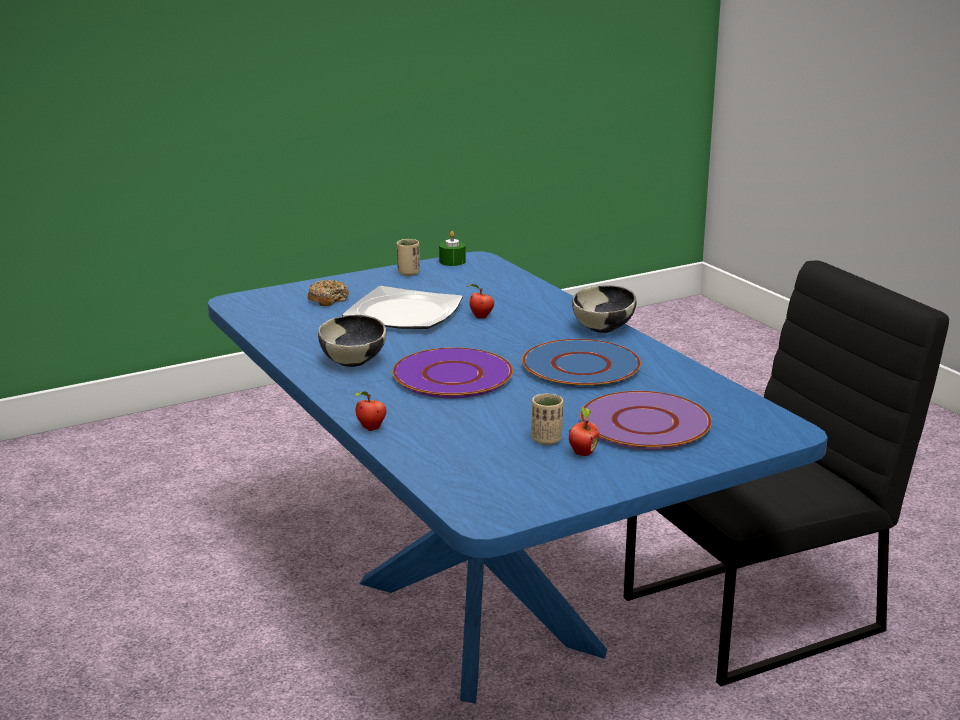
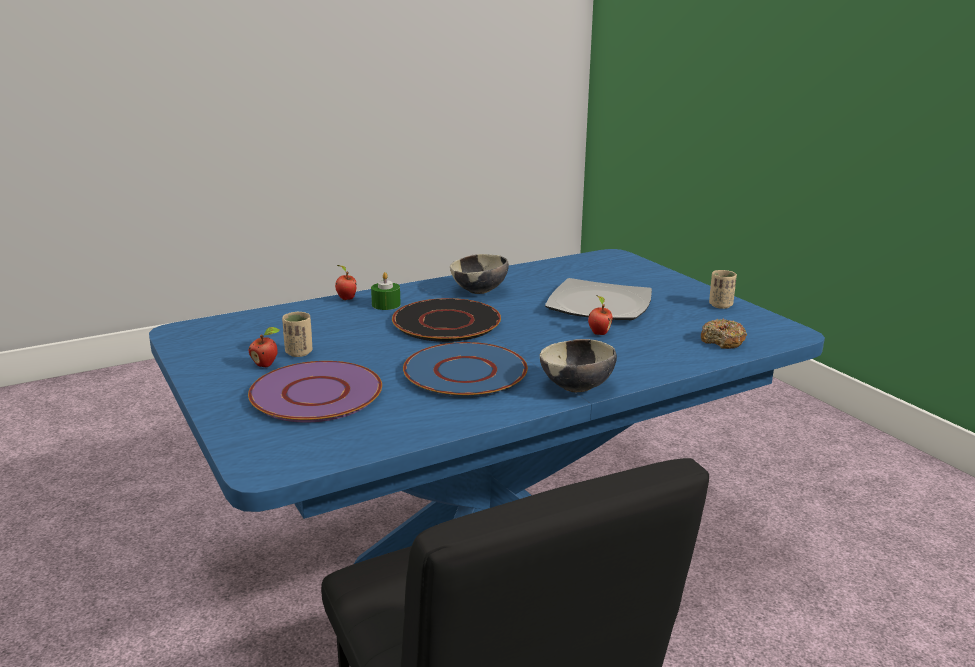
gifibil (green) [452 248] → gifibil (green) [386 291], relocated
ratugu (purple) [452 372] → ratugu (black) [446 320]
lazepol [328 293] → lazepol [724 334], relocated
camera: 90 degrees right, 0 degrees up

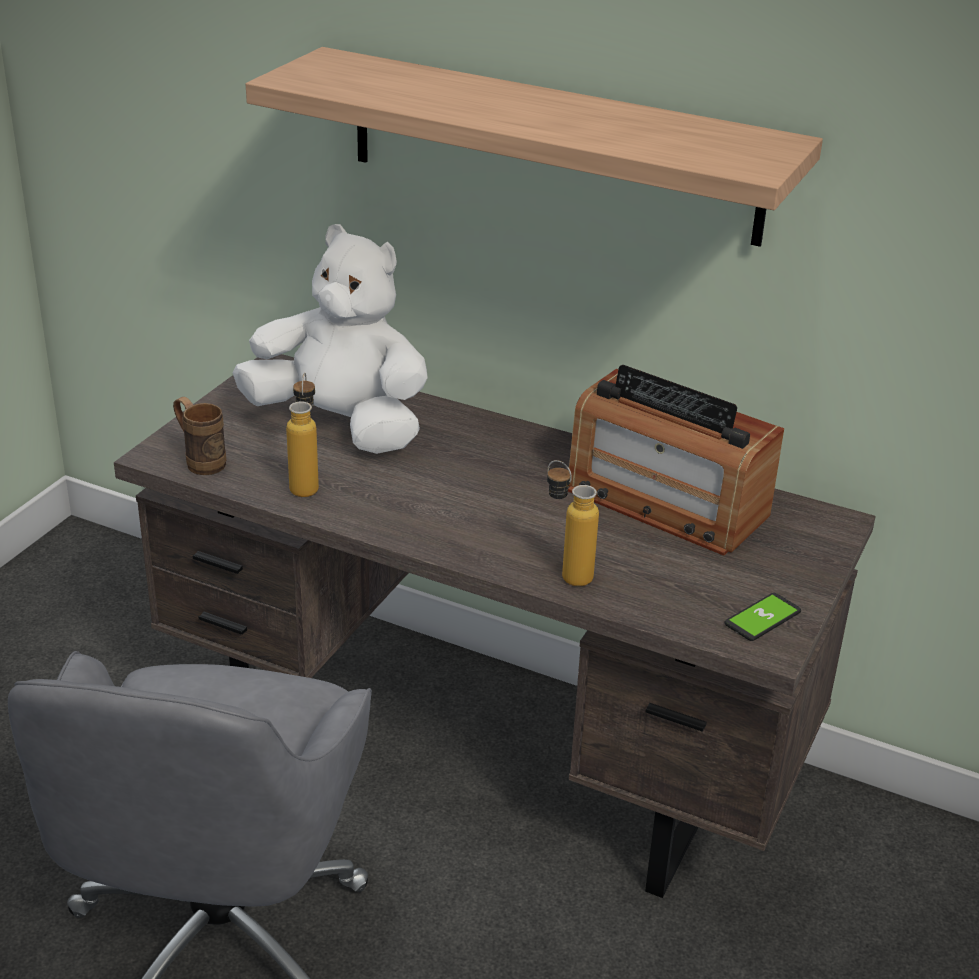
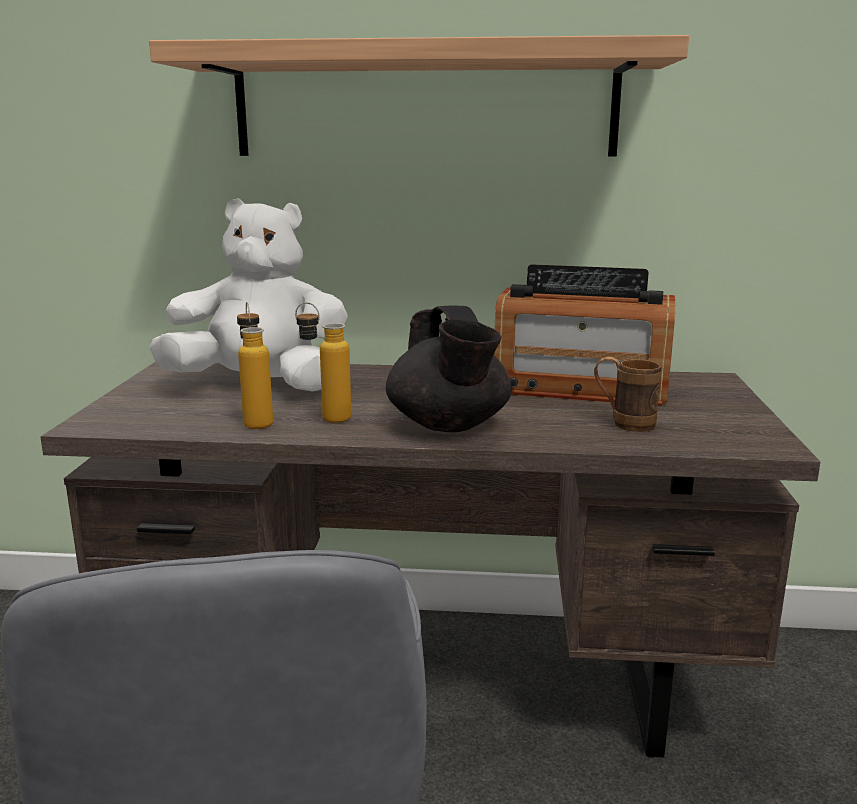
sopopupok [573 523] → sopopupok [323 362], relocated
- → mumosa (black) [449 368]
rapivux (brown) [199 436] → rapivux (brown) [627 394], relocated
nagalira [763 617] → -
camera: 20 degrees left, 15 degrees down

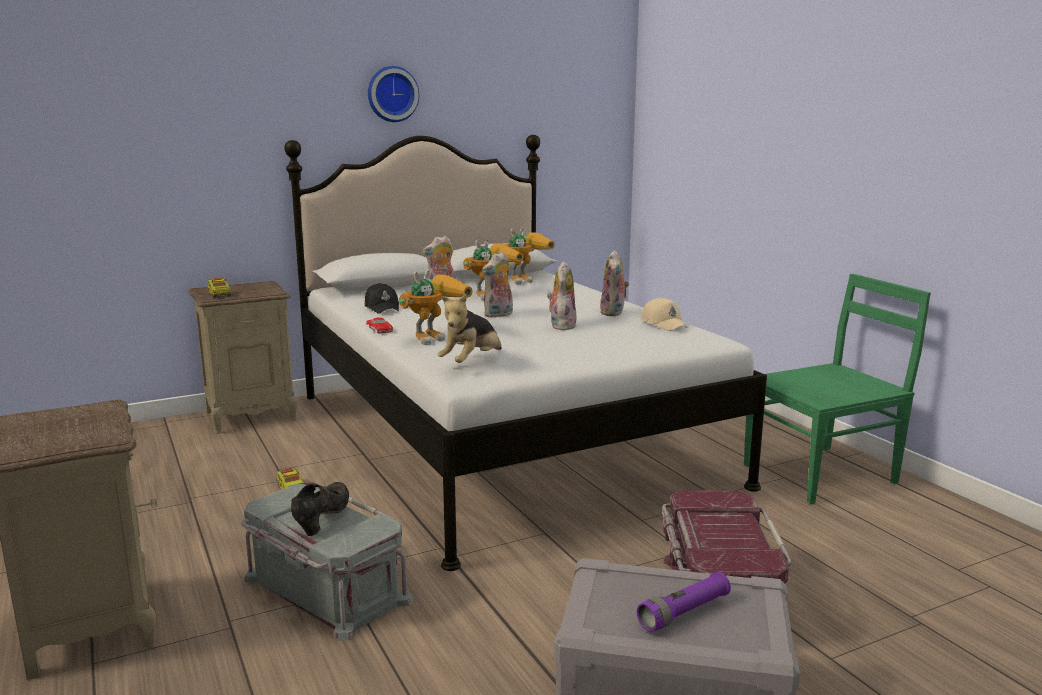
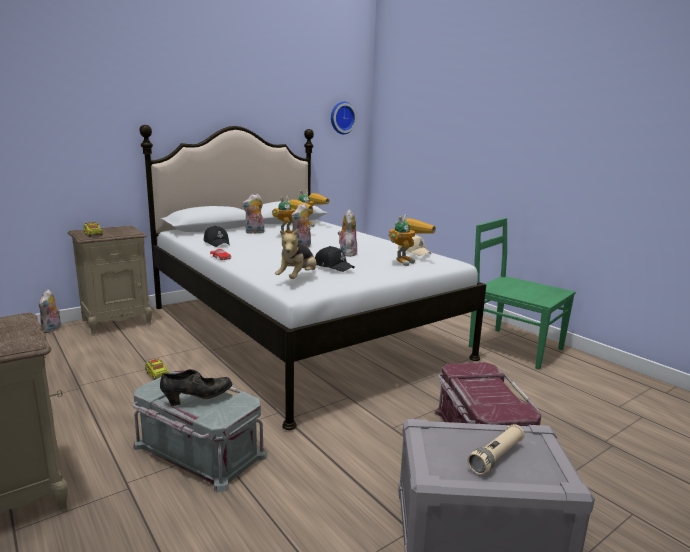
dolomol [614 283] → dolomol [50 311], relocated
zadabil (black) [320 509] → zadabil (black) [196 387], 60 degrees clockwise
- → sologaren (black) [335 259]
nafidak [393 94] → nafidak [344 118], relocated
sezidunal [436 307] → sezidunal [412 240], relocated
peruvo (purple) [684 602] → peruvo (beige) [496 449]
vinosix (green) [837 389] → vinosix (green) [522 294], 105 degrees counterclockwise
camera: 10 degrees left, 0 degrees up

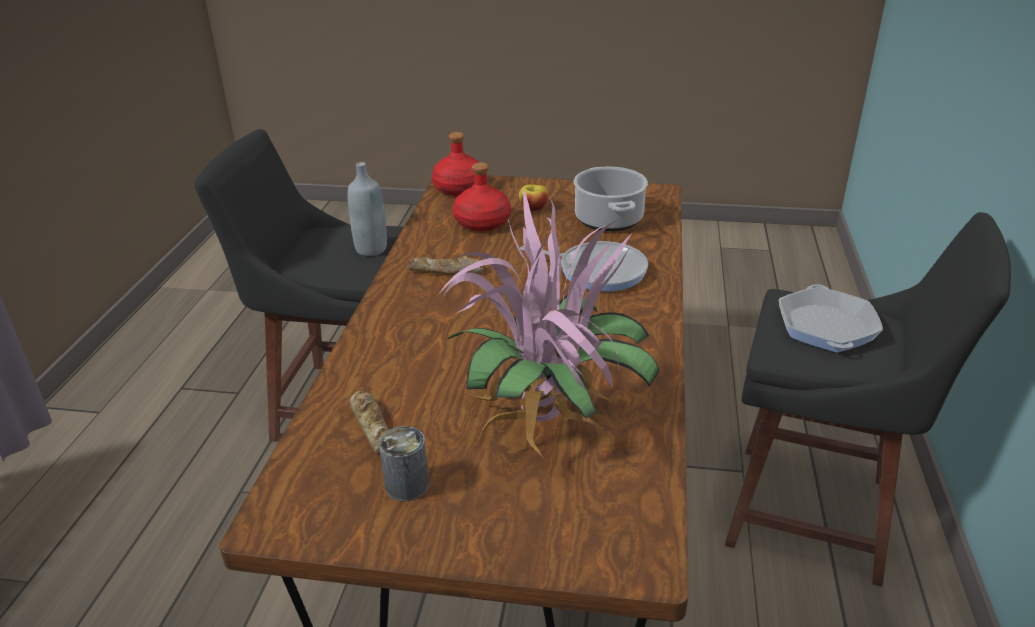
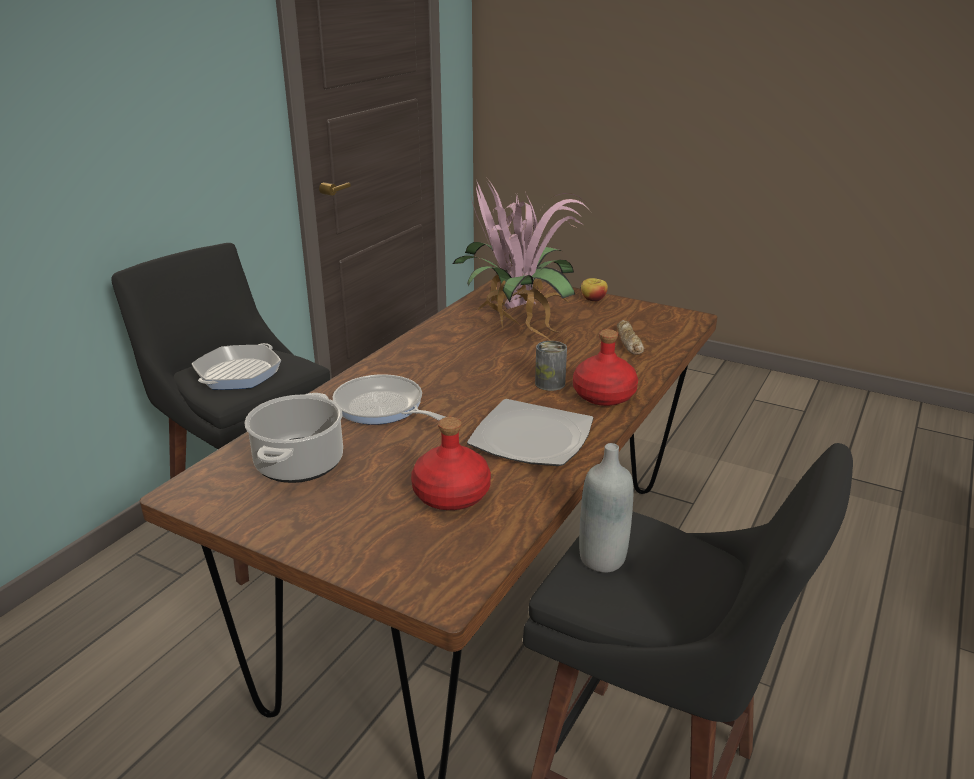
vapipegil [446 265] → ratugu [530 432]
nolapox [404 463] → nolapox [551 366], relocated
sopopupok (red) [455 164] → sopopupok (red) [605 367], relocated
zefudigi [533 197] → zefudigi [594 290], relocated
camera: 160 degrees left, 5 degrees down

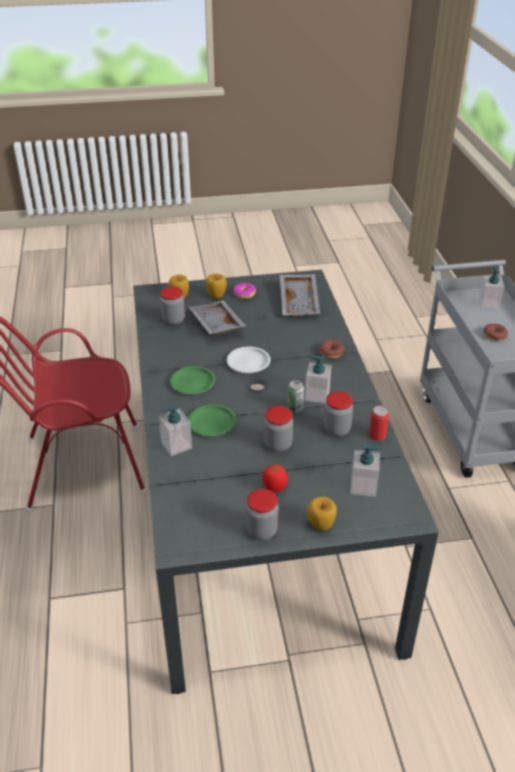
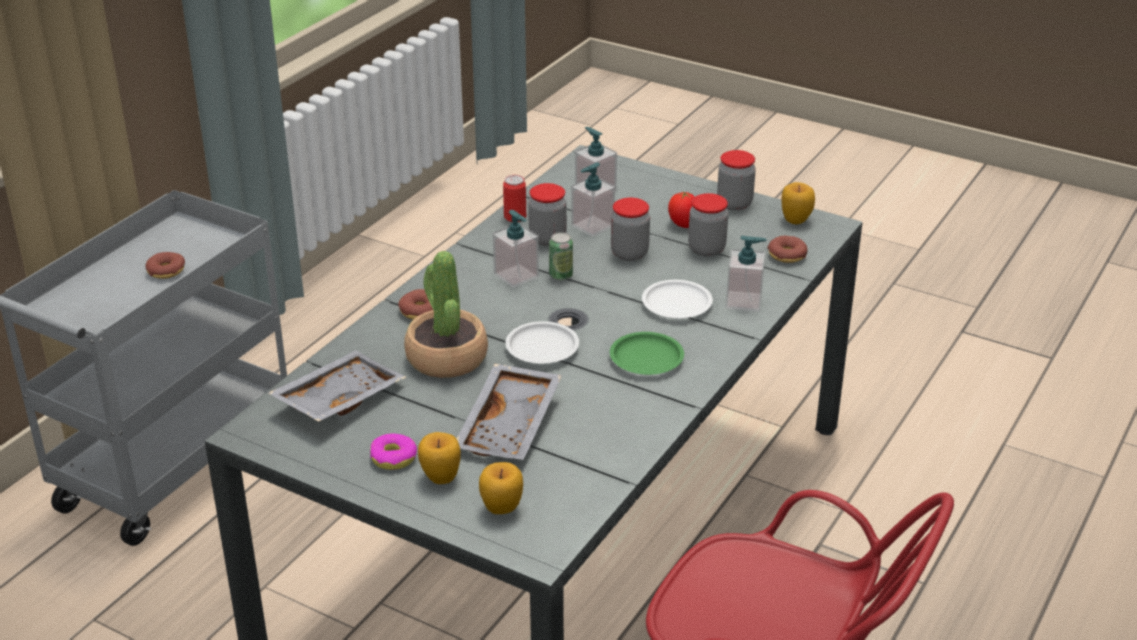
- → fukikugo [446 314]
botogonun [492 287] → botogonun [593 199], relocated
ratugu (green) [212 420] → ratugu (white) [677 299]
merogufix [172 306] → merogufix [708 225], relocated
- → lazepol [787 249]
zefudigi [322 514] → zefudigi [798 203], relocated
camera: 140 degrees left, 5 degrees down

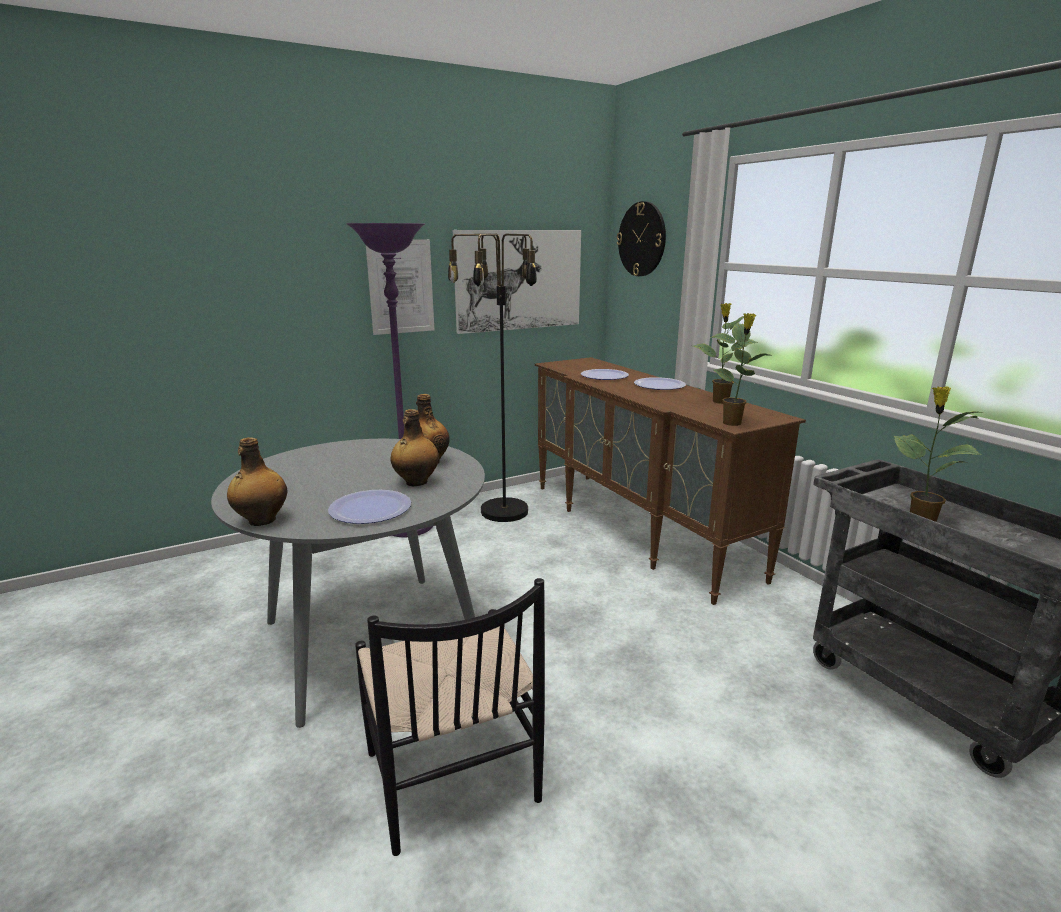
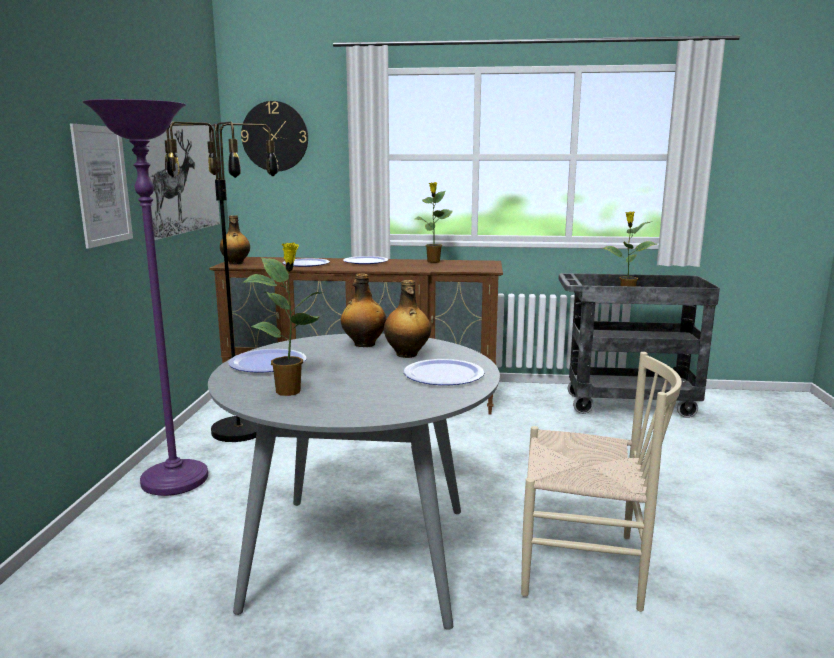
sopopupok [257 481] → sopopupok [235 240], relocated
- → ratugu [267 361]
fukikugo [740 369] → fukikugo [283 319], relocated
vinosix (black) [450 717] → vinosix (beige) [601 482]
camera: 55 degrees left, 5 degrees down

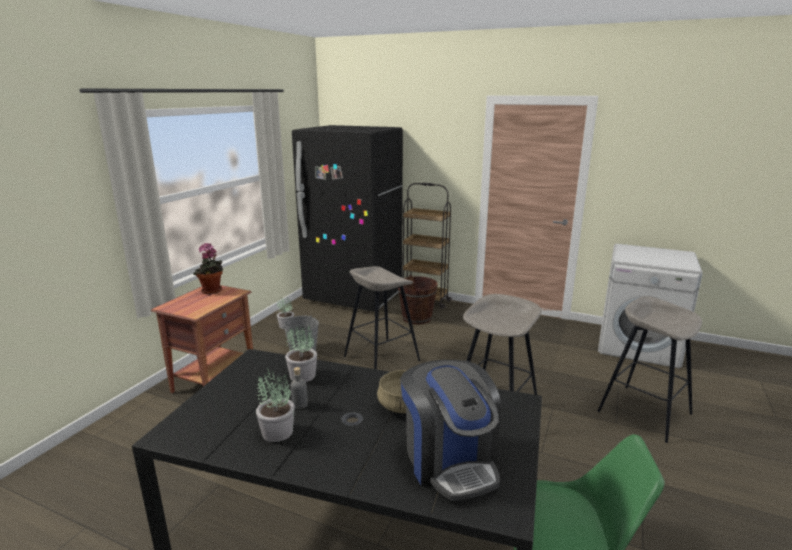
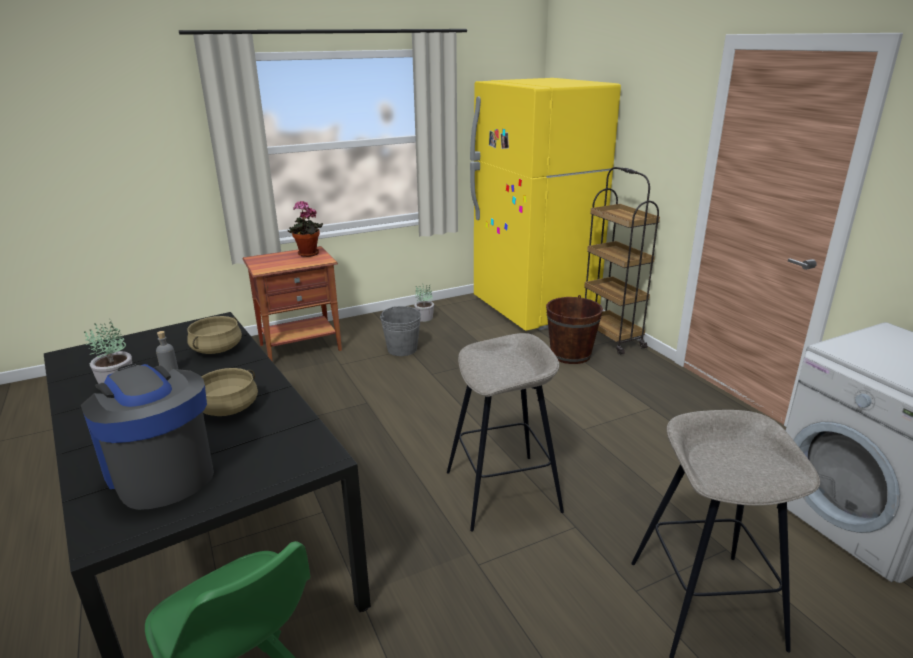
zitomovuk [450 430] → zitomovuk [147 437], 120 degrees clockwise
fukikugo [301 353] → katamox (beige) [214 335]
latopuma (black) [347 218] → latopuma (yellow) [545 204]
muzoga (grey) [382 317] → -
camera: 40 degrees right, 5 degrees up

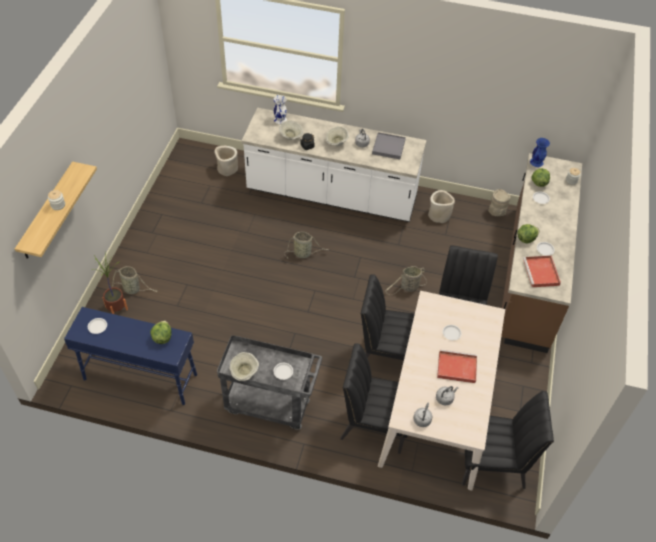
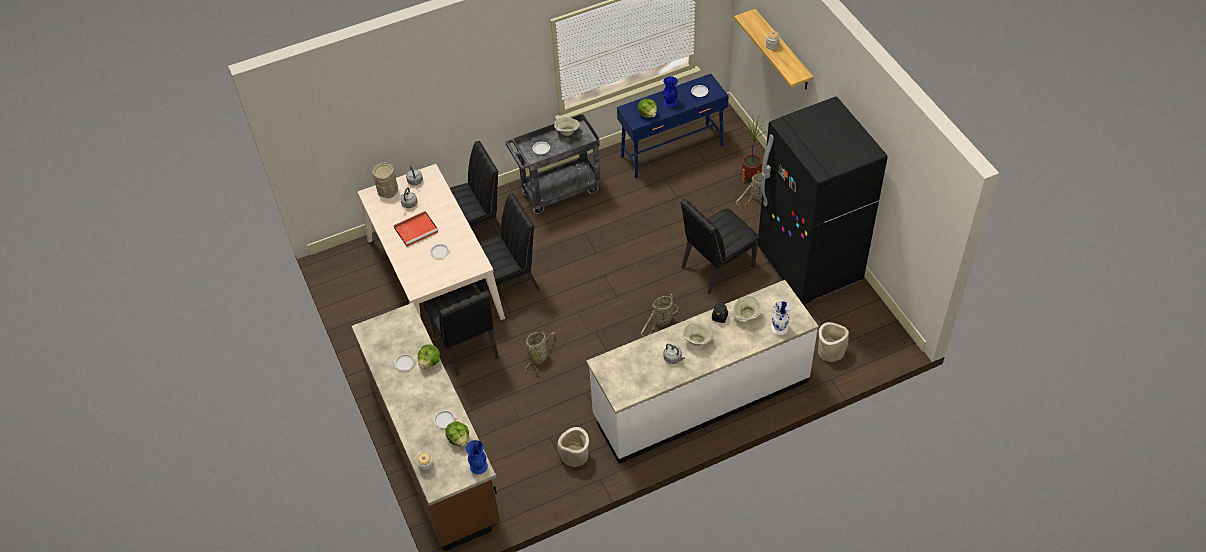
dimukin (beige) [500 202] → dimukin (beige) [385 180], relocated
- → dimukin (blue) [670 91]
vinosix (black) [508 440] → vinosix (black) [720 247], relocated
- → latopuma (black) [823 200]
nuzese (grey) [389 145] → -
nuzese (red) [542 271] → -
camera: 145 degrees right, 0 degrees up

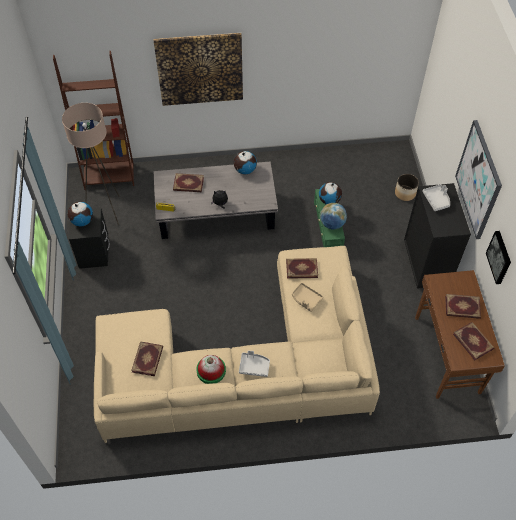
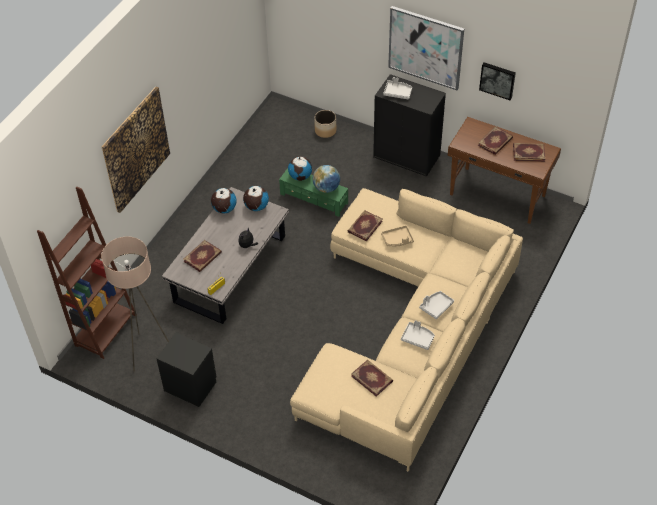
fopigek [80 214] → fopigek [256 198], relocated
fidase [211 369] → nuzese (grey) [418 335]
camera: 55 degrees left, 5 degrees down

